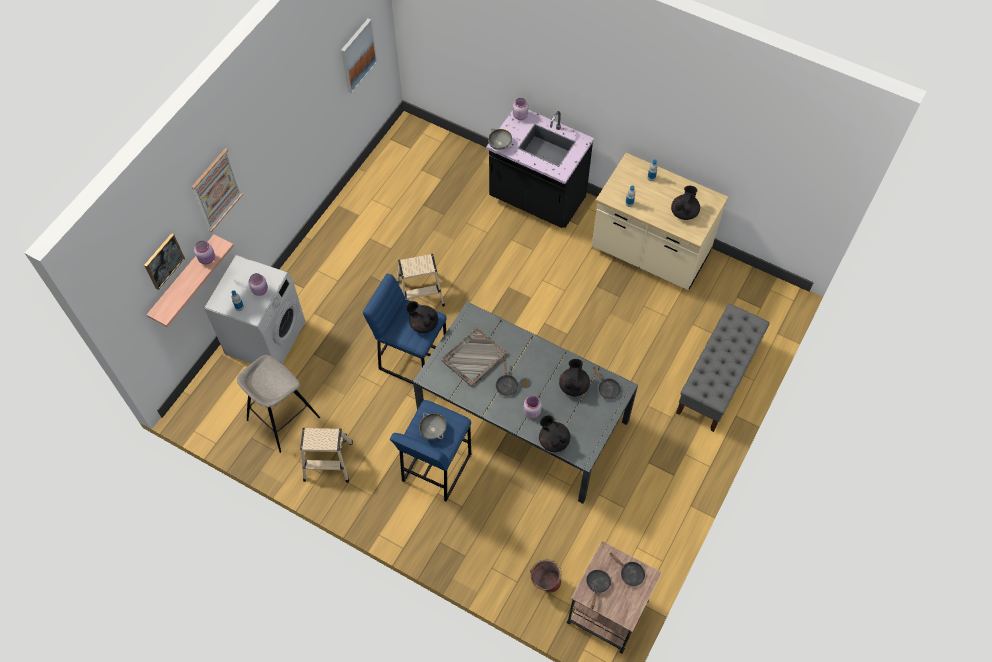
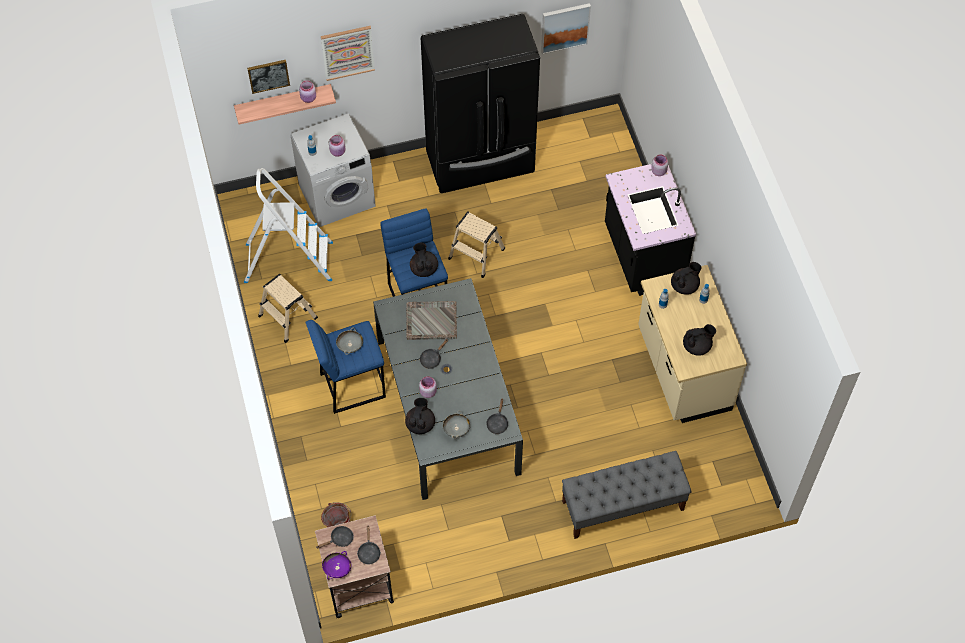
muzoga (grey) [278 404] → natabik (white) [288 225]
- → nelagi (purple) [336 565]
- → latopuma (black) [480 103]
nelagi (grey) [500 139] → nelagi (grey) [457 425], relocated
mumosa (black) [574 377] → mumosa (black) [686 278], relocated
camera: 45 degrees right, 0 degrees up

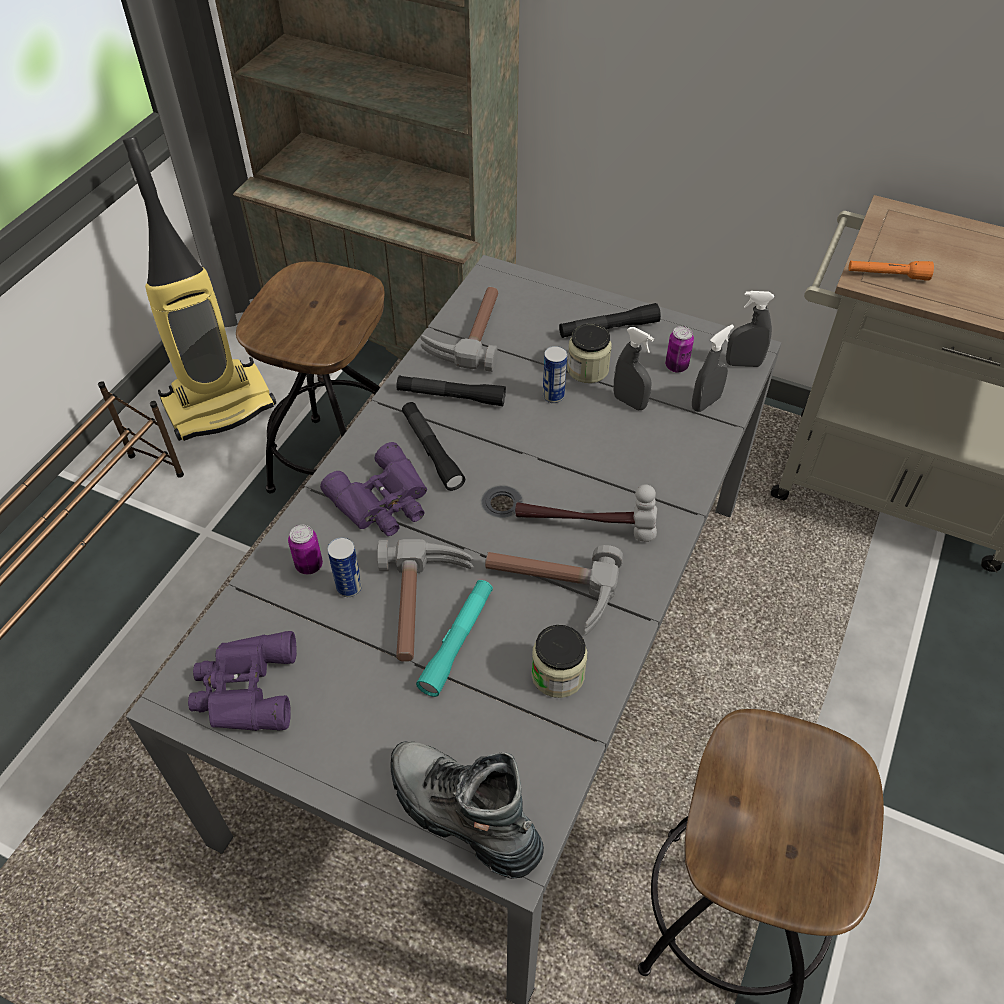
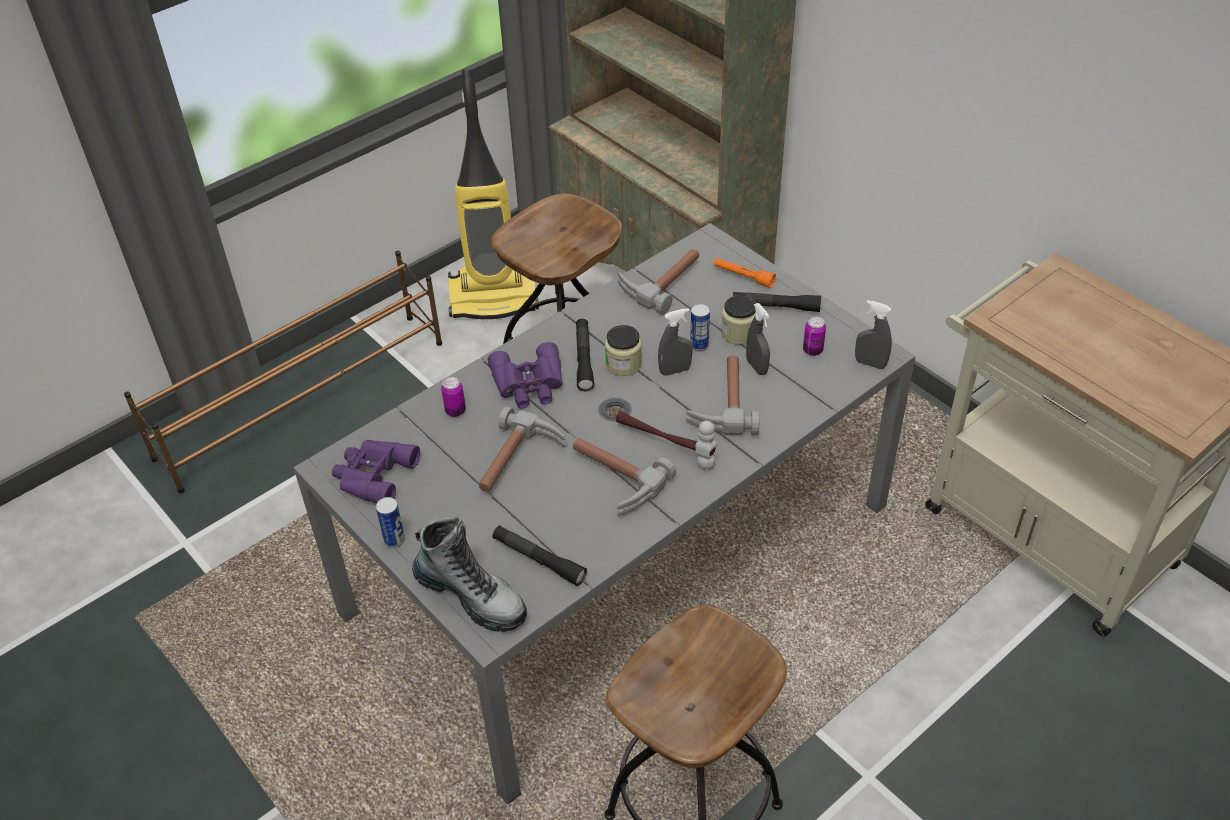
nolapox [344 567] → nolapox [390 522], relocated
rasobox [467 810] → rasobox [469 574], 150 degrees clockwise
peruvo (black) [451 390] → peruvo (black) [540 556], relocated
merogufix [559 661] → merogufix [623 350], relocated
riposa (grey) [713 368] → riposa (grey) [675 342], relocated
- → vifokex [722 395]
peruvo (orange) [891 271] → peruvo (orange) [745 273], relocated
peruvo (turquoise) [454 638] → -
camera: 25 degrees right, 5 degrees down

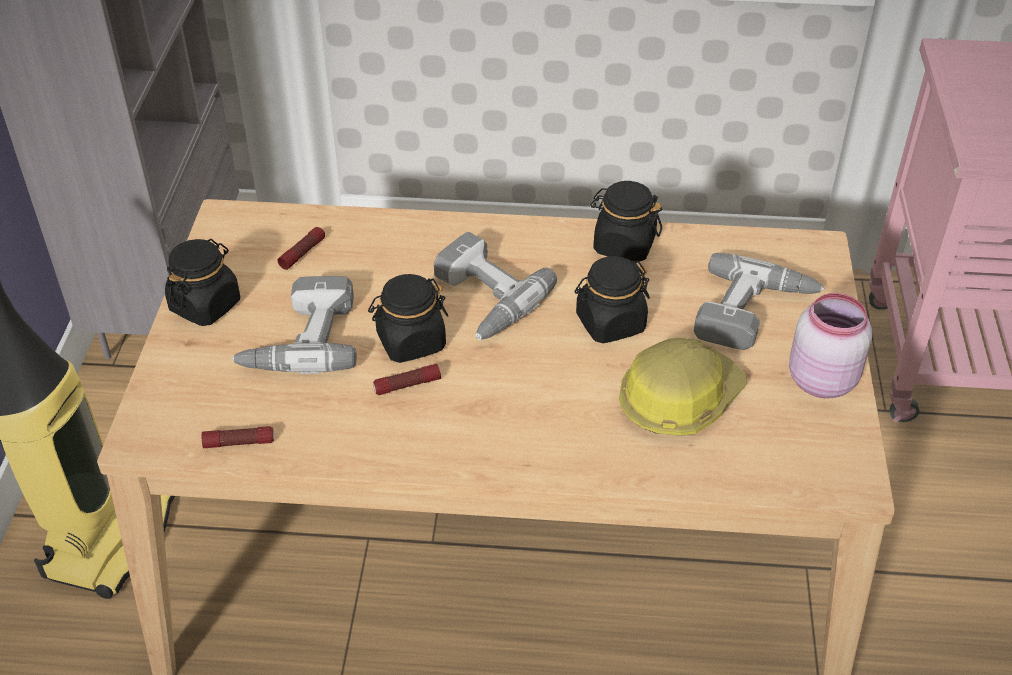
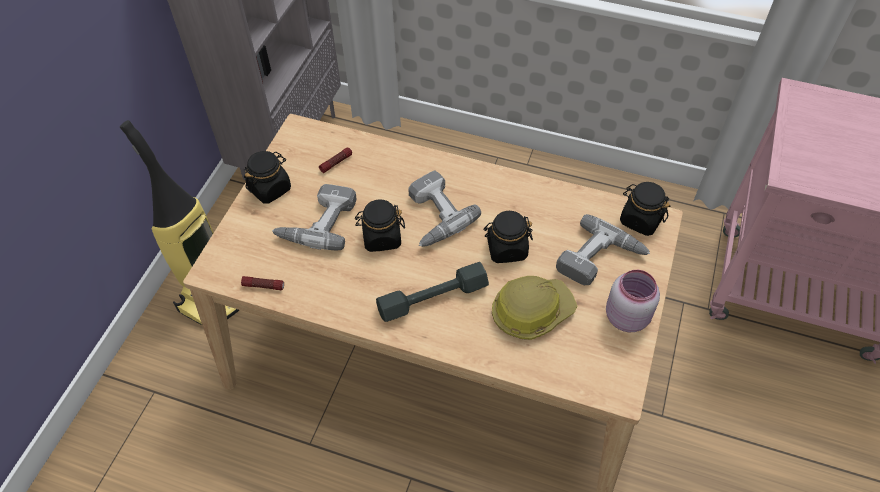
- → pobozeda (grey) [432 292]
merogufix (black) [626 221] → merogufix (black) [645 209], relocated
peruvo [407 379] → -
camera: 15 degrees right, 10 degrees up

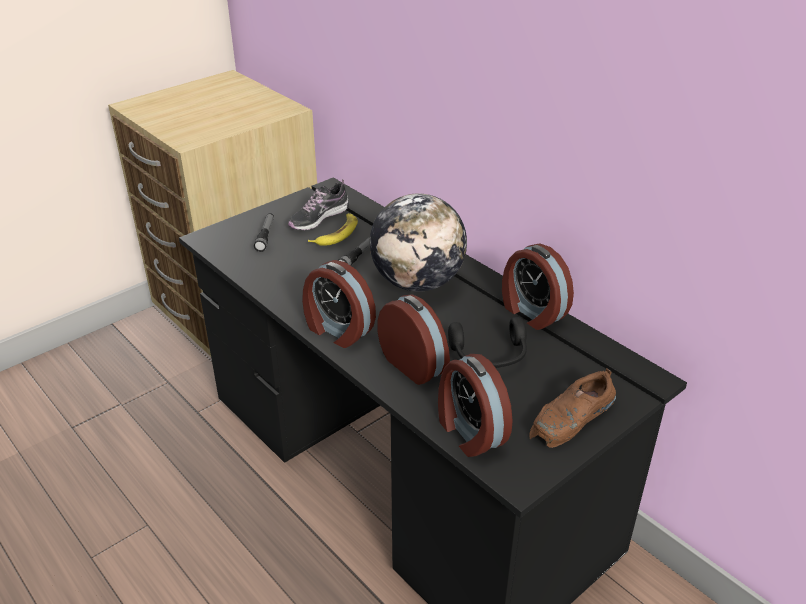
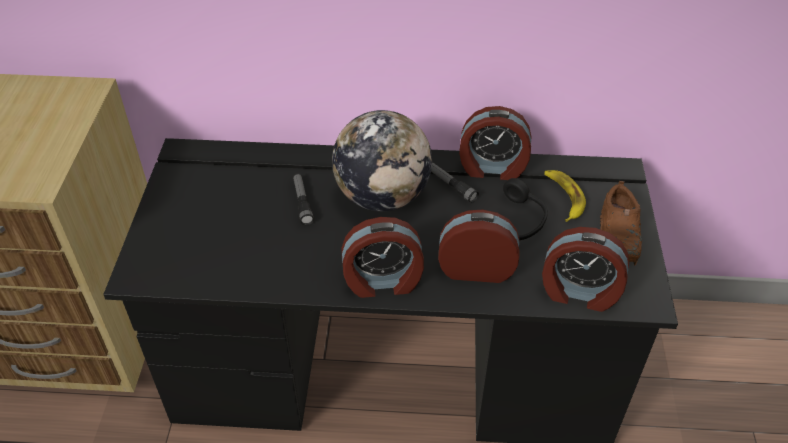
peruvo [264 232] → peruvo [455 182], relocated
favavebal [333 229] → favavebal [565 196], relocated
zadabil [318 204] → -
camera: 45 degrees left, 10 degrees up

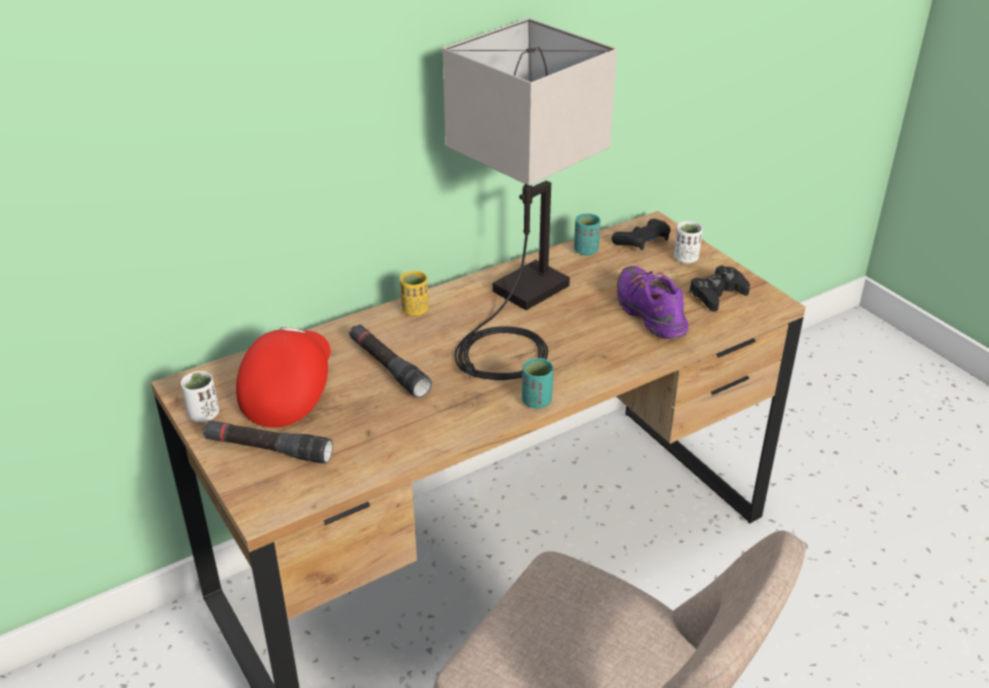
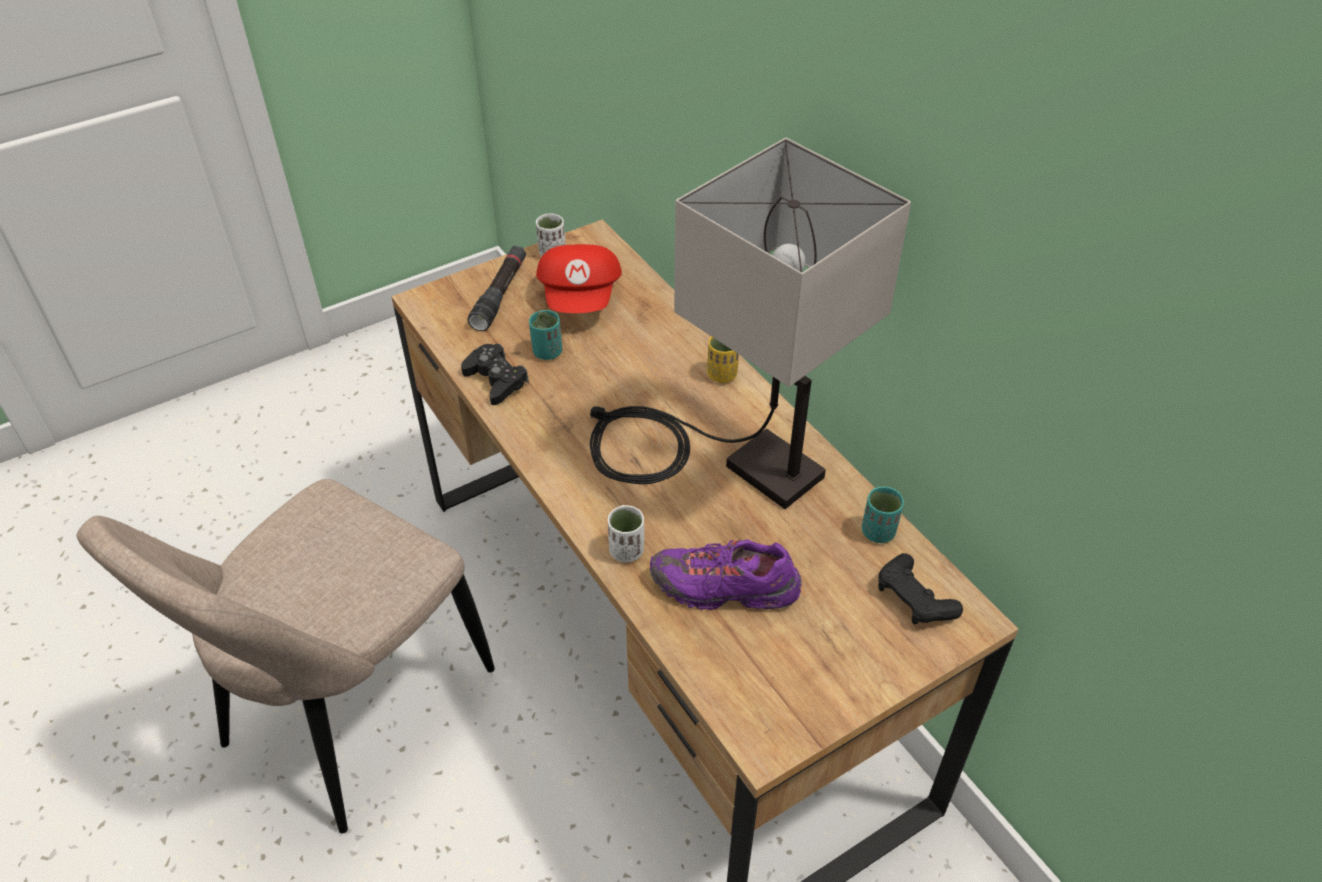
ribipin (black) [719 288] → ribipin (black) [495 374], relocated
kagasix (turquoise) [537 383] → kagasix (turquoise) [545 335], relocated
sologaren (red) [283 377] → sologaren (red) [579 278], 75 degrees clockwise
kagasix (white) [688 242] → kagasix (white) [626 533], relocated
zadabil (purple) [652 302] → zadabil (purple) [726 574], 150 degrees counterclockwise
peruvo (black) [390 360] → -
camera: 90 degrees right, 10 degrees up

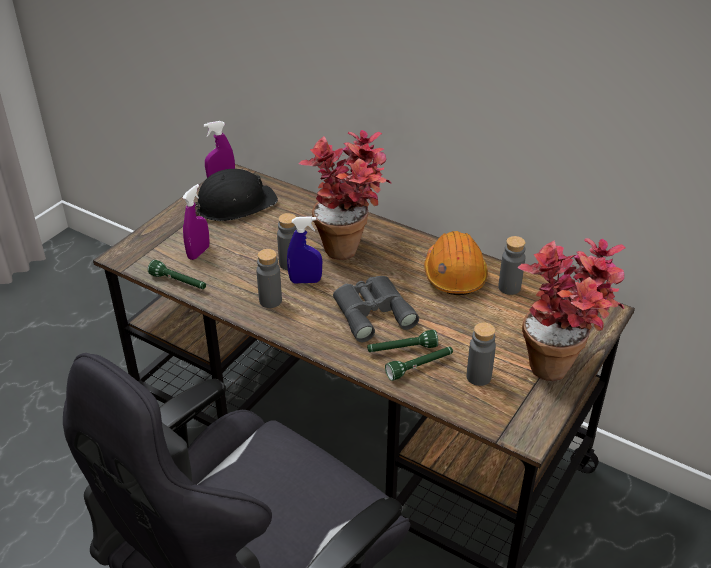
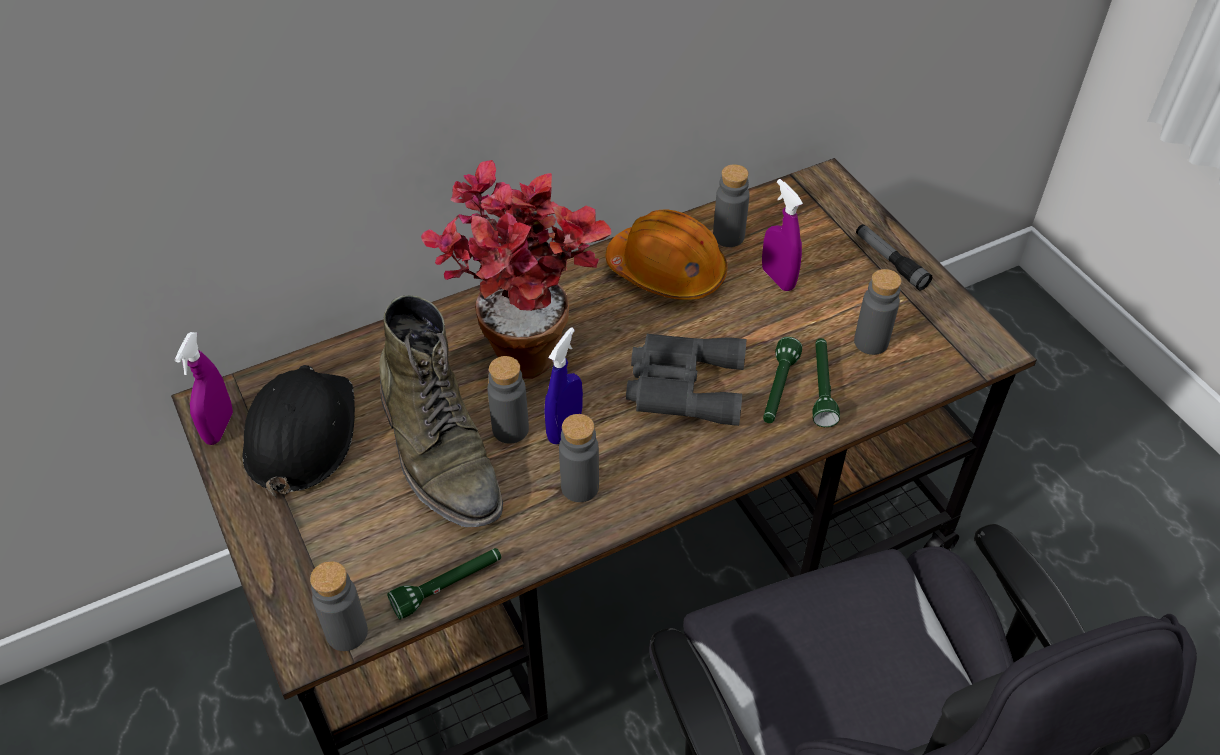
- → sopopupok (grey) [339 606]
- → rasobox (green) [441 411]
riposa (purple) [196 222] → riposa (purple) [782 235], relocated
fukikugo [571 309] → peruvo [894 257]
camera: 60 degrees left, 10 degrees up

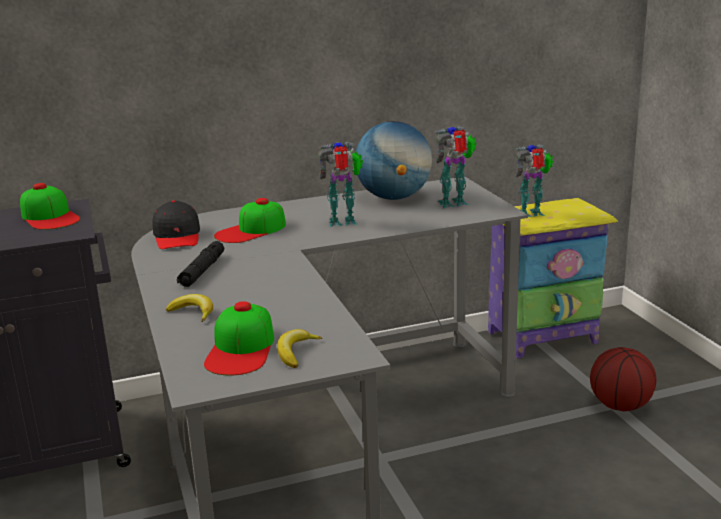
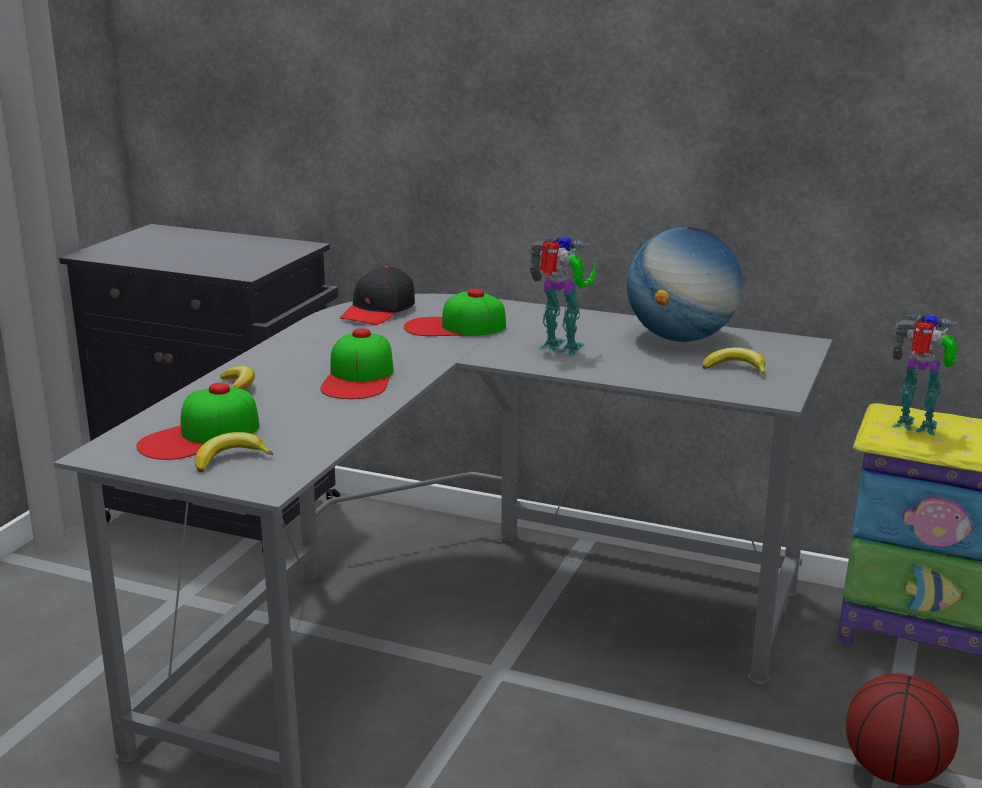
sologaren [50 206] → sologaren [357 363], relocated
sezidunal [455 167] → favavebal [734 361]
peruvo (black) [200 264] → -
camera: 40 degrees right, 0 degrees up

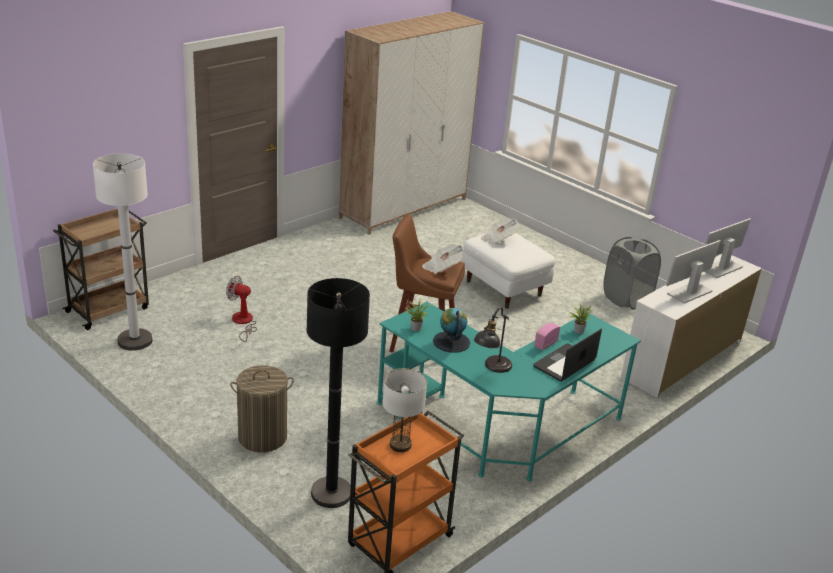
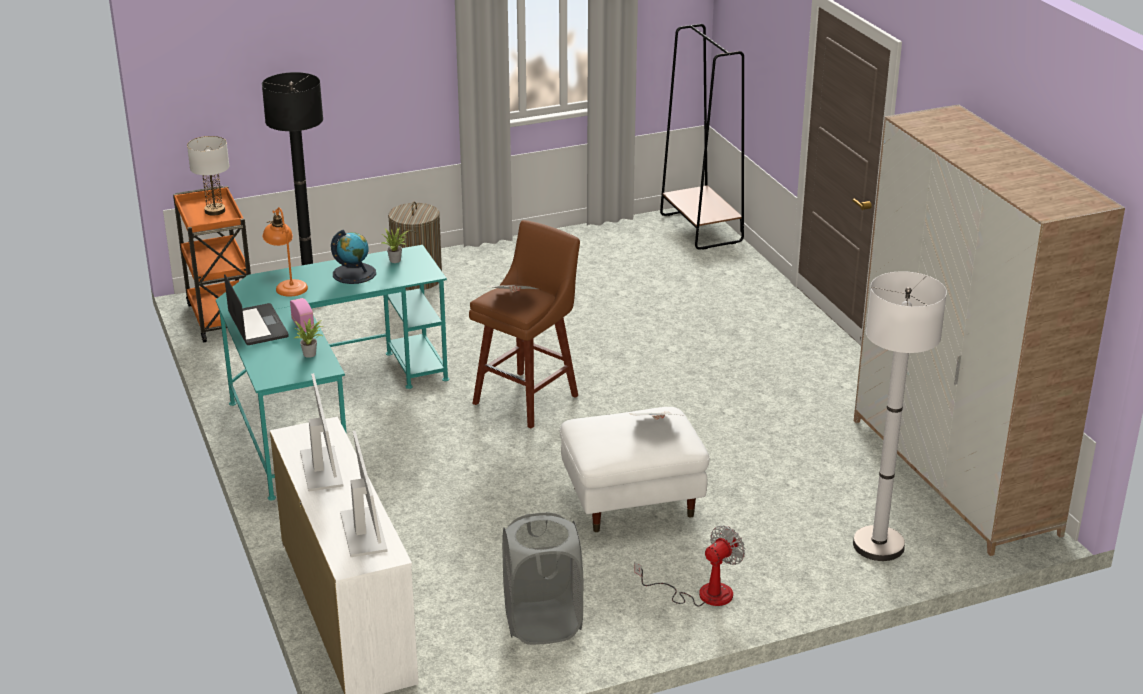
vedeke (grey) [493 340] → vedeke (orange) [285 252]
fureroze [241 309] → fureroze [689 565], relocated
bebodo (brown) [101 269] → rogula [702 137]
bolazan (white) [123 252] → bolazan (white) [900 416], relocated
camera: 115 degrees right, 0 degrees up

